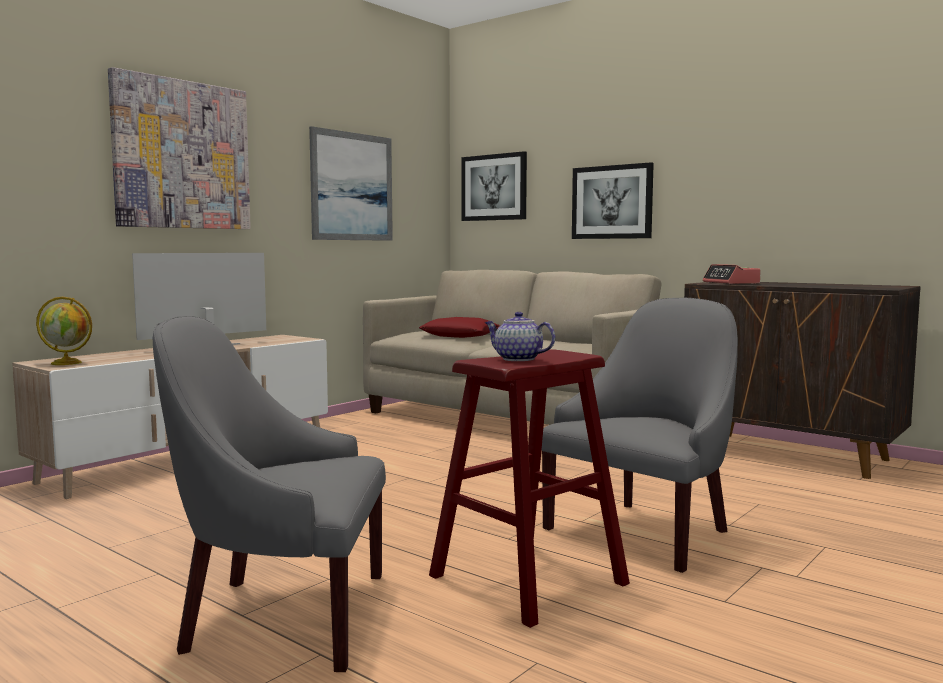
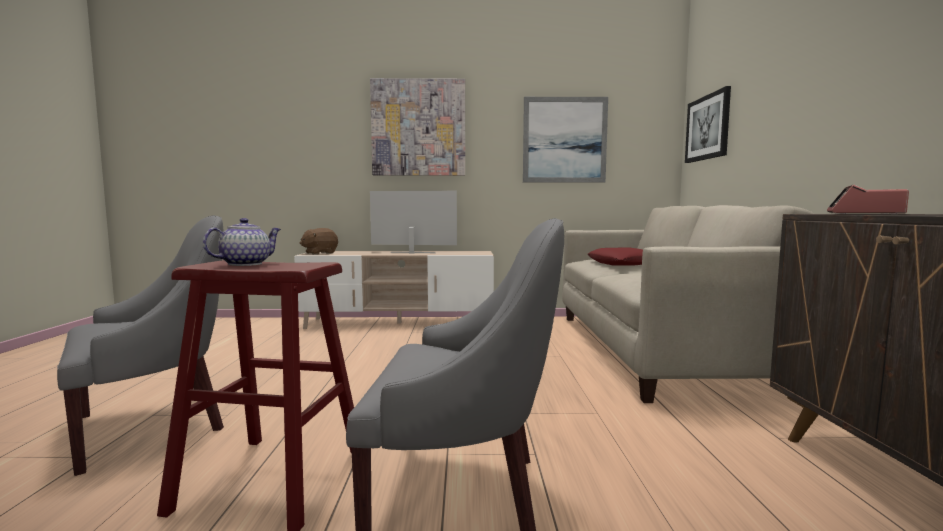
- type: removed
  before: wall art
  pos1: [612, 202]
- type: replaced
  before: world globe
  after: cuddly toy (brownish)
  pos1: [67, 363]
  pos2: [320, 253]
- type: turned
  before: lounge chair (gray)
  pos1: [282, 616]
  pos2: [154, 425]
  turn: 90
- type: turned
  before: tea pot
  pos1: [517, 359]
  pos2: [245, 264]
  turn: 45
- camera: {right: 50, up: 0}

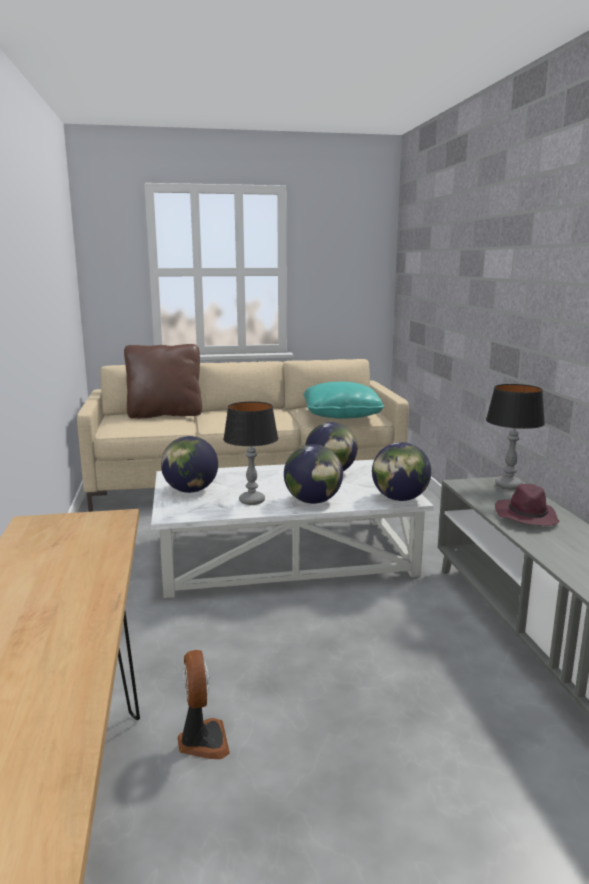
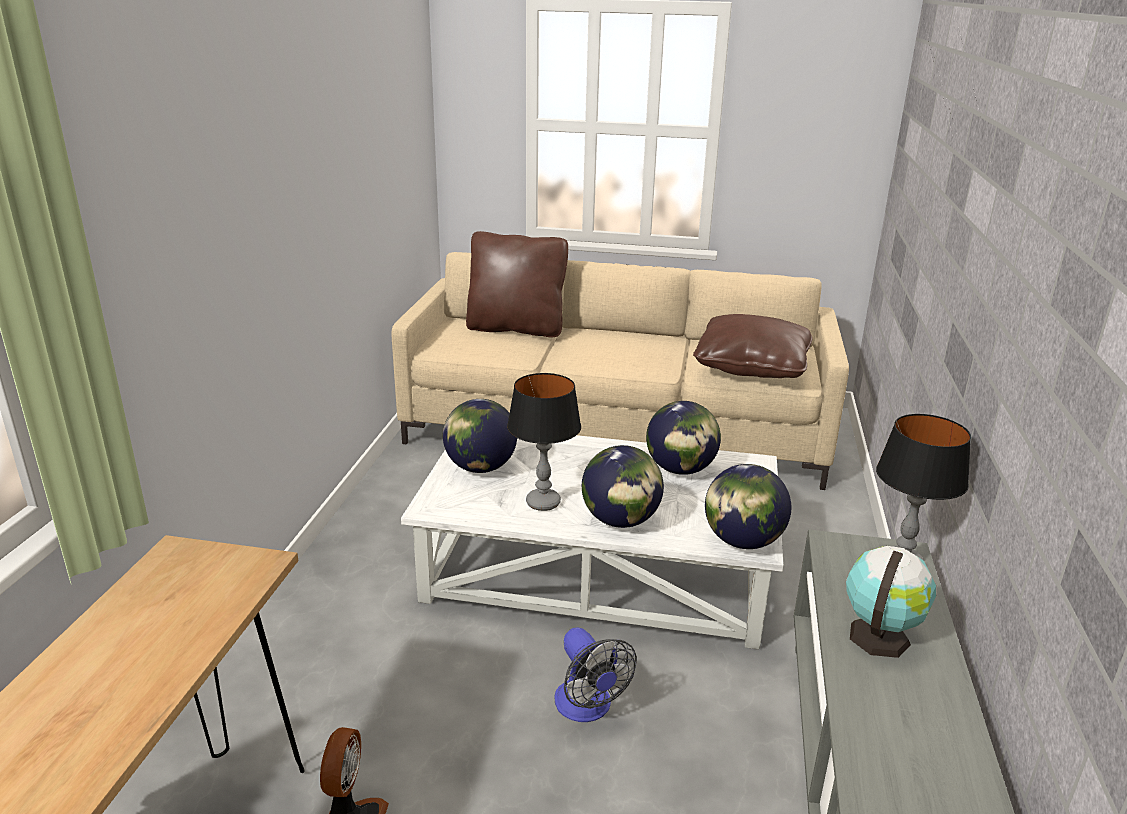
- type: added
  after: fan
  pos2: [588, 708]
- type: replaced
  before: clothing hat (purplish)
  after: world globe
  pos1: [526, 516]
  pos2: [879, 635]
- type: recoloured
  before: throw pillow (blue-green)
  after: throw pillow (brownish)
  pos1: [341, 415]
  pos2: [751, 366]
- camera: {right: 20, up: 10}

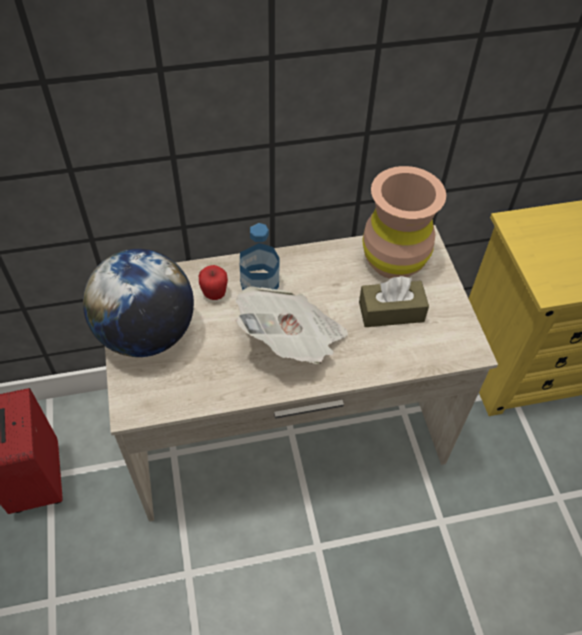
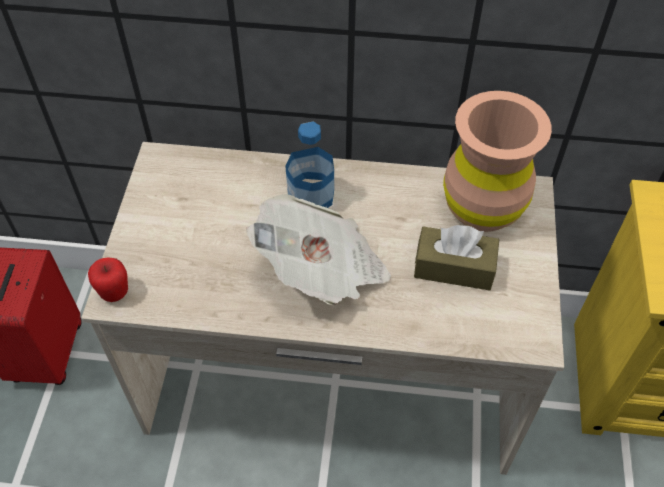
- type: removed
  before: world globe
  pos1: [147, 334]
- type: moved
  before: apple fruit
  pos1: [214, 294]
  pos2: [114, 292]
- camera: {right: 20, up: 0}

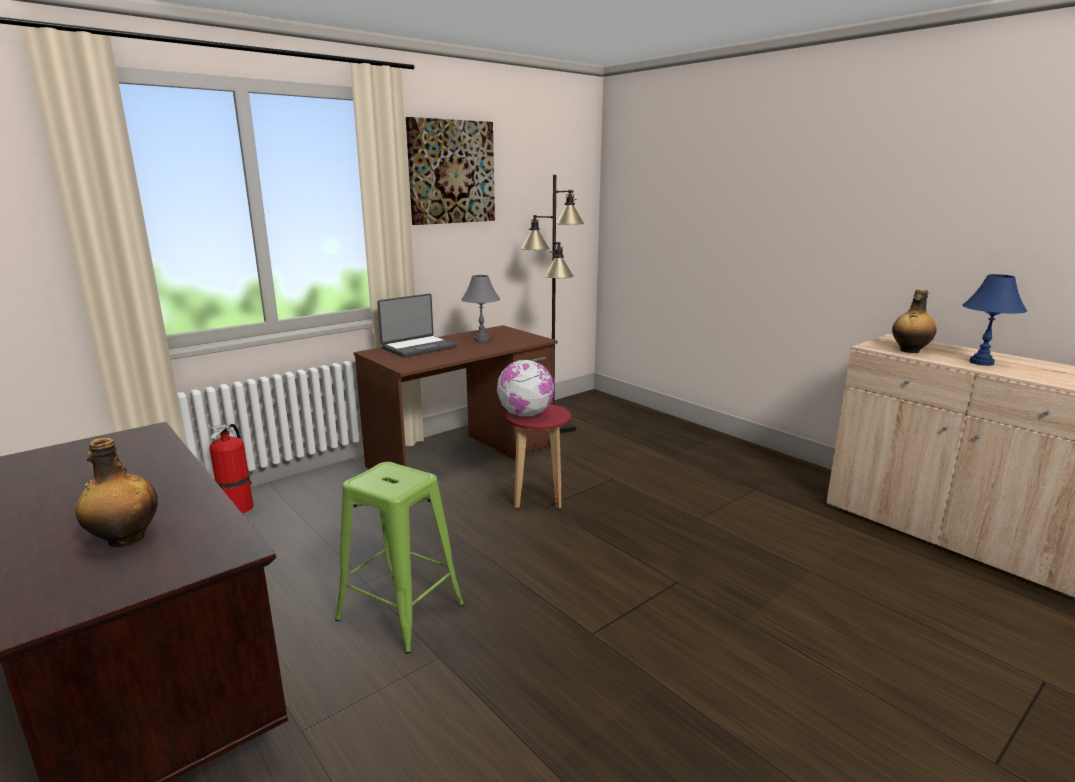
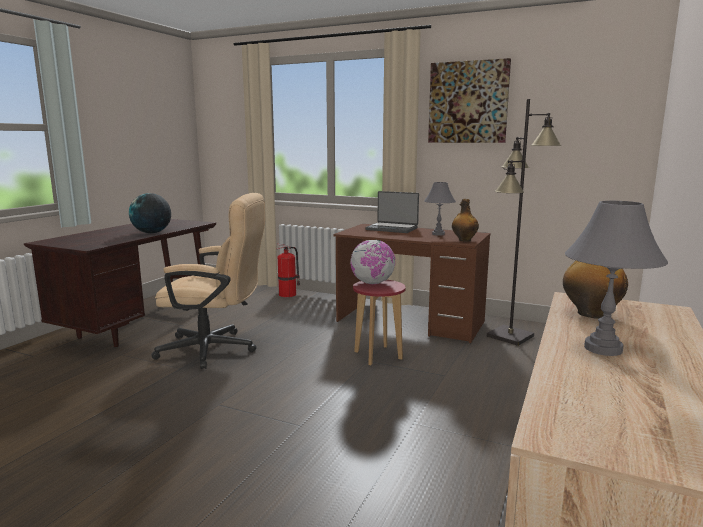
- type: added
  after: world globe
  pos2: [152, 233]
- type: moved
  before: beverage bottle
  pos1: [125, 539]
  pos2: [464, 240]
- type: replaced
  before: stool seat (greenish)
  after: desk chair (sand-coloured)
  pos1: [400, 611]
  pos2: [216, 350]
- type: recoloured
  before: tabletop lamp (blue-coloured)
  after: tabletop lamp (gray)
  pos1: [982, 362]
  pos2: [602, 349]
- camera: {right: 65, up: -5}

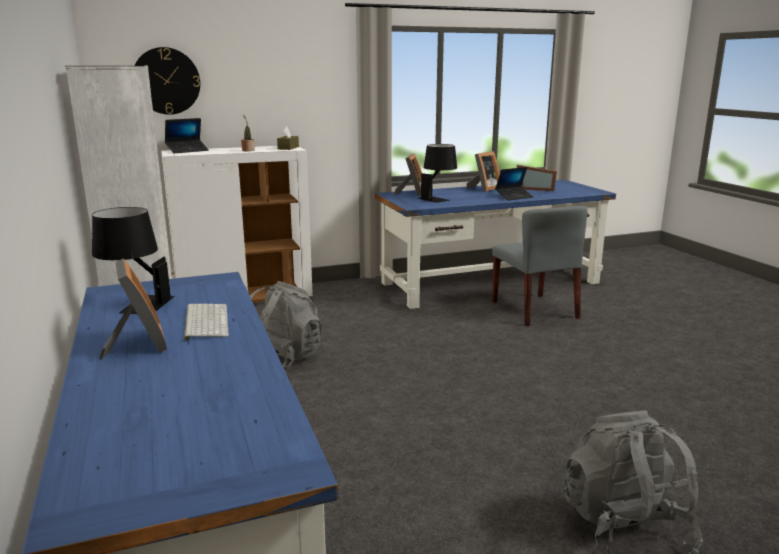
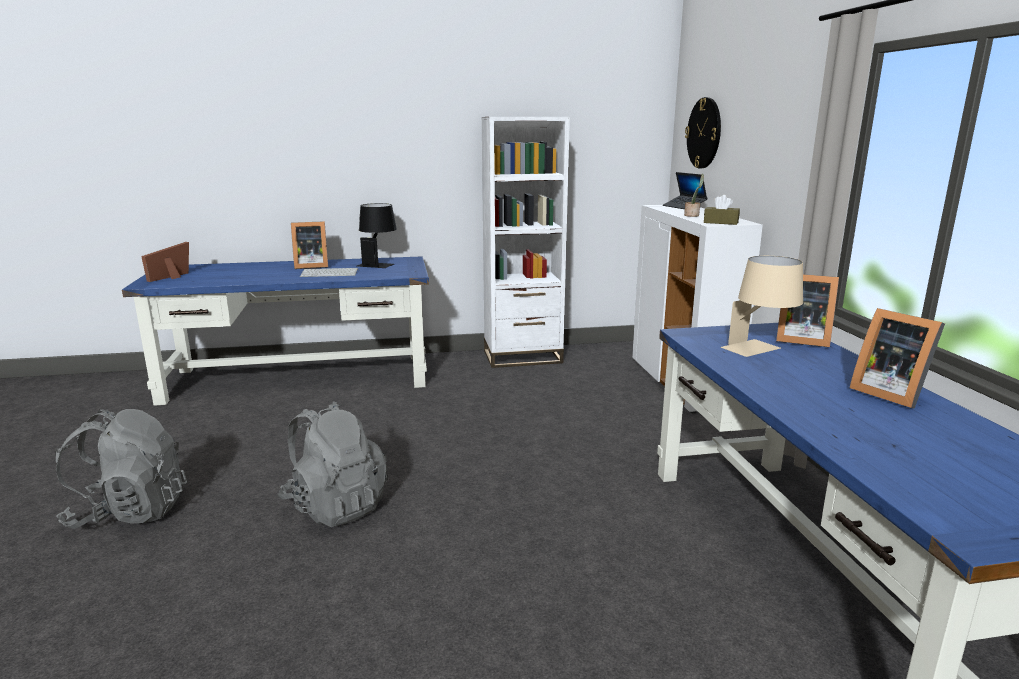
- type: removed
  before: plain chair (gray)
  pos1: [535, 310]
- type: removed
  before: notebook computer
  pos1: [514, 197]
- type: moved
  before: backpack (gray)
  pos1: [282, 360]
  pos2: [336, 506]
- type: moved
  before: standing frame
  pos1: [535, 189]
  pos2: [173, 277]
- type: recoloured
  before: tabletop lamp (black)
  after: tabletop lamp (sand-coloured)
  pos1: [437, 198]
  pos2: [760, 351]
- camera: {right: 100, up: 0}

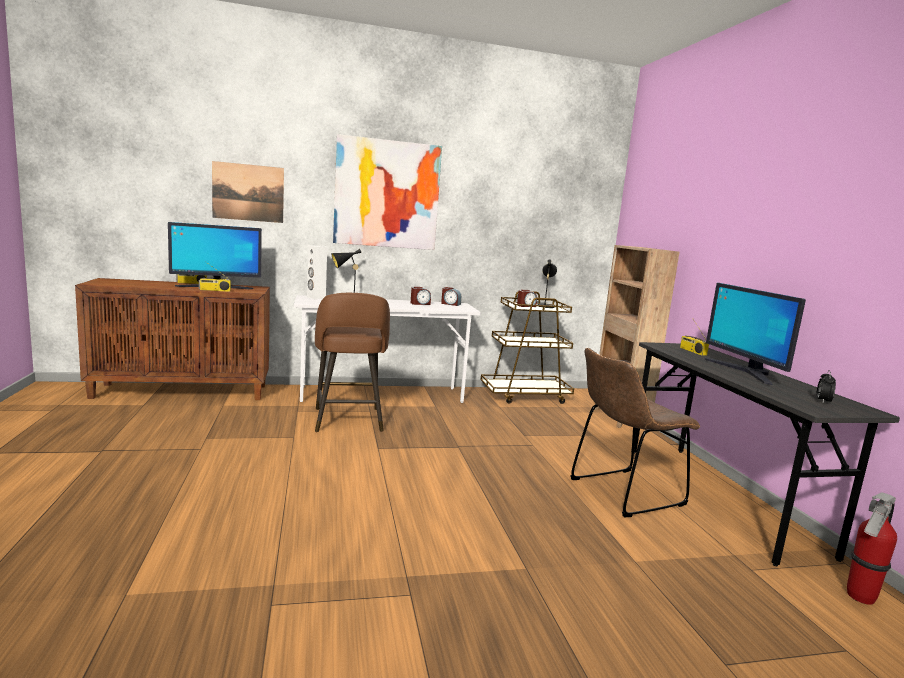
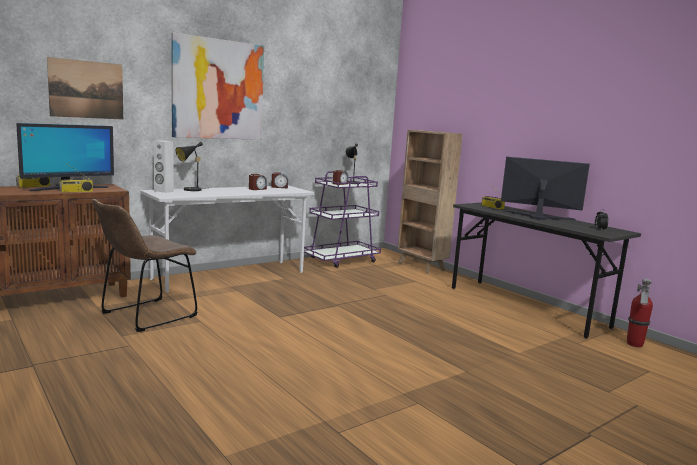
- type: removed
  before: stool seat (brownish)
  pos1: [348, 421]
- type: moved
  before: plain chair (brownish)
  pos1: [621, 493]
  pos2: [145, 316]
- type: recoloured
  before: trolley (brownish)
  after: trolley (purplish)
  pos1: [525, 395]
  pos2: [341, 260]
- type: turned
  before: monitor
  pos1: [745, 371]
  pos2: [539, 217]
  turn: 150
- camera: {right: -25, up: 0}

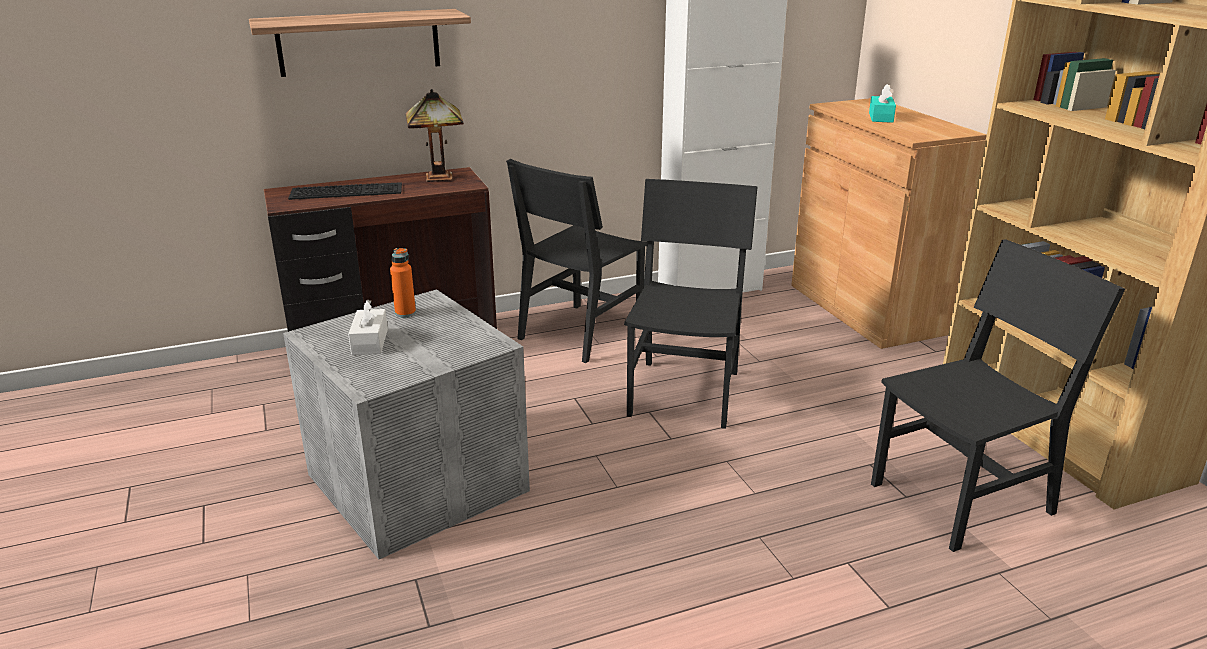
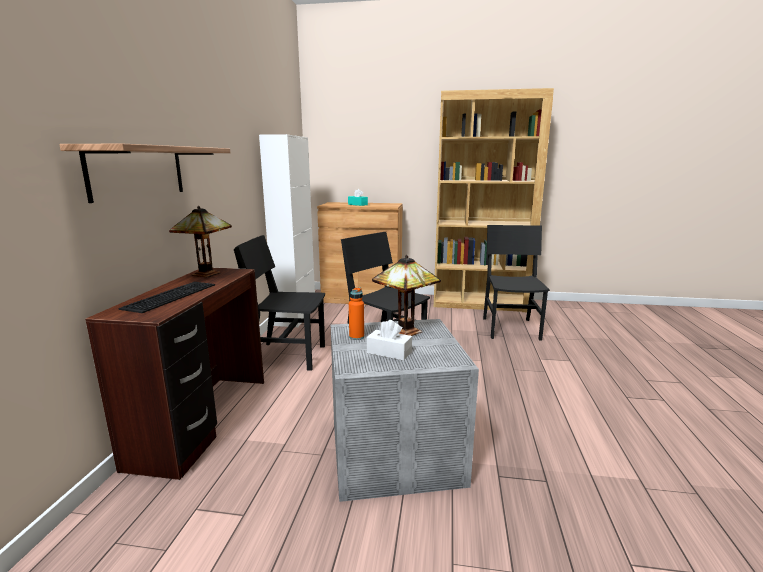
- type: added
  after: tabletop lamp
  pos2: [405, 332]
- type: turned
  before: plain chair (black)
  pos1: [580, 332]
  pos2: [287, 356]
  turn: 120
- camera: {right: -60, up: -10}

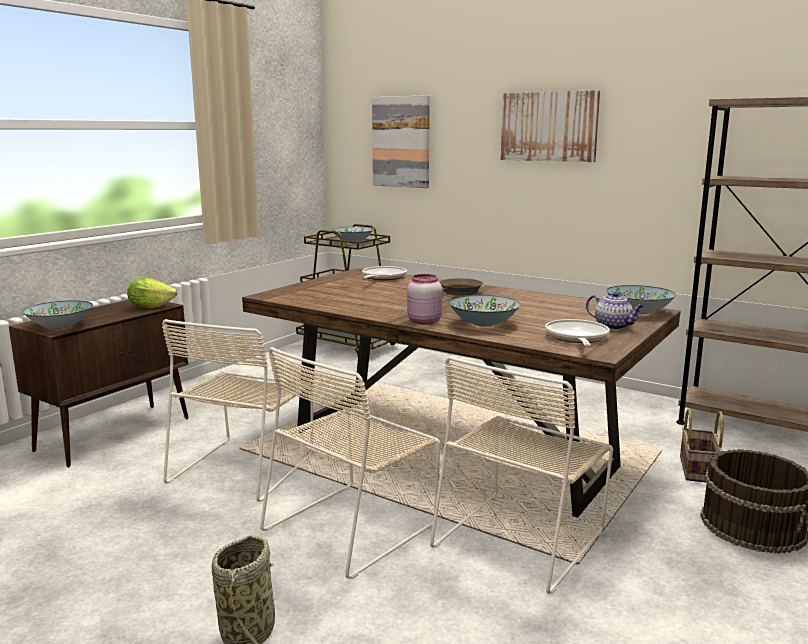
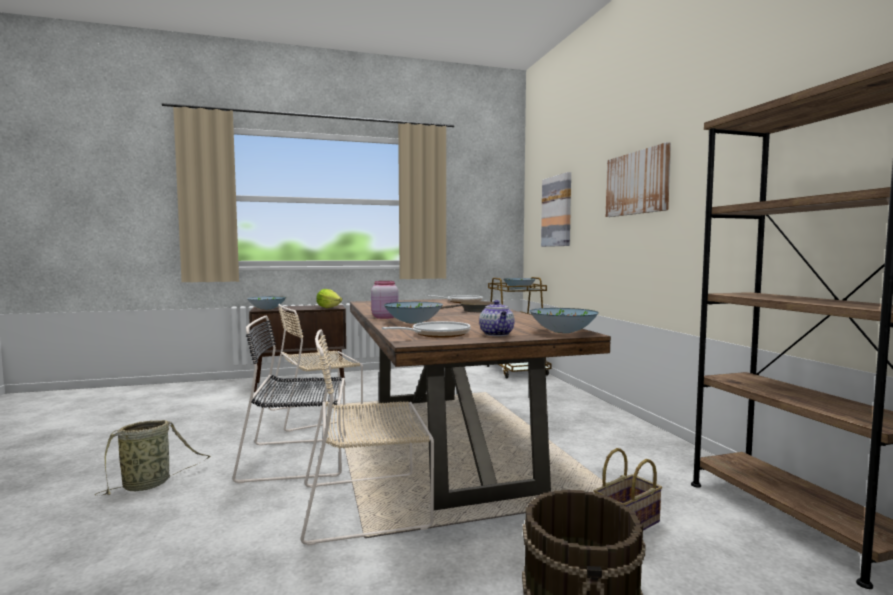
- type: recoloured
  before: plain chair (sand-coloured)
  after: plain chair (black)
  pos1: [354, 525]
  pos2: [299, 458]
- camera: {right: 40, up: -10}

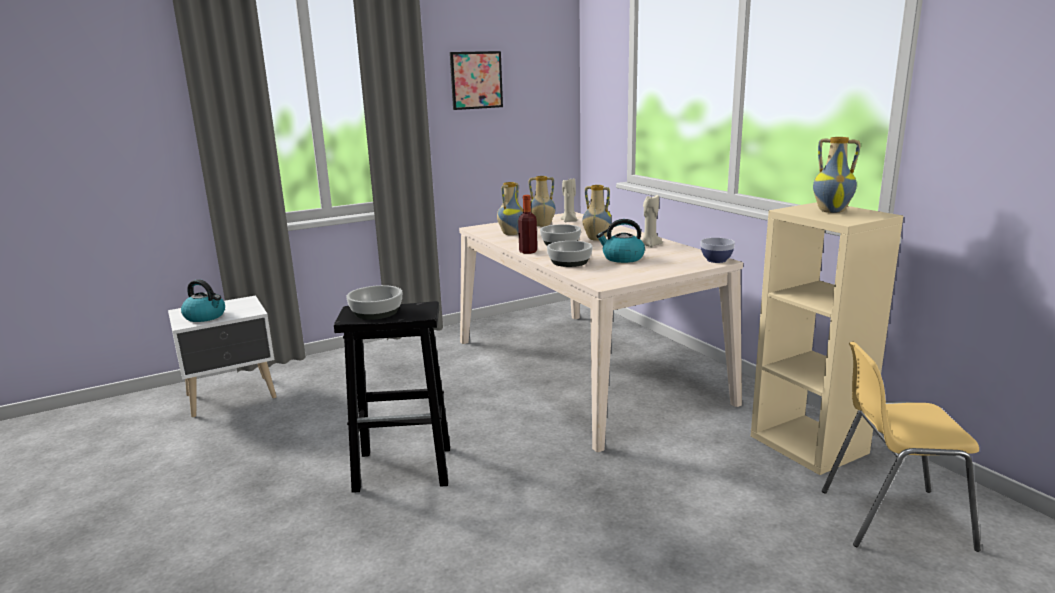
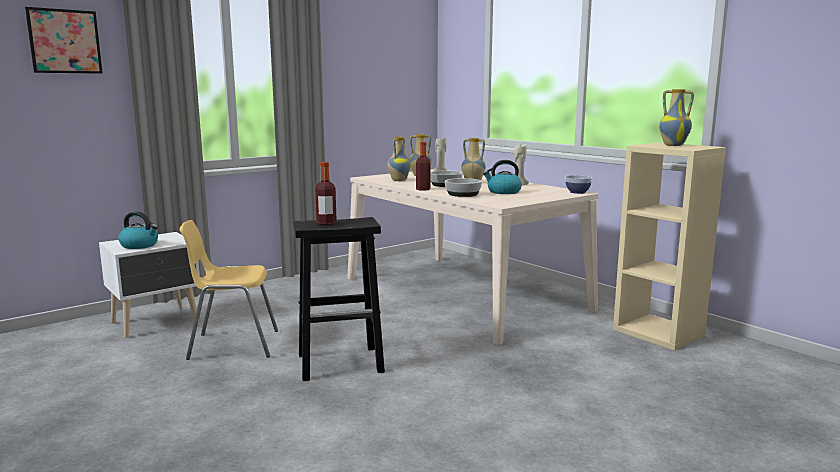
- type: moved
  before: wall art
  pos1: [476, 80]
  pos2: [64, 41]
- type: moved
  before: plain chair (yellow)
  pos1: [892, 518]
  pos2: [233, 345]
- type: replaced
  before: bowl
  after: beverage bottle
  pos1: [377, 312]
  pos2: [326, 223]
- camera: {right: -10, up: -5}

